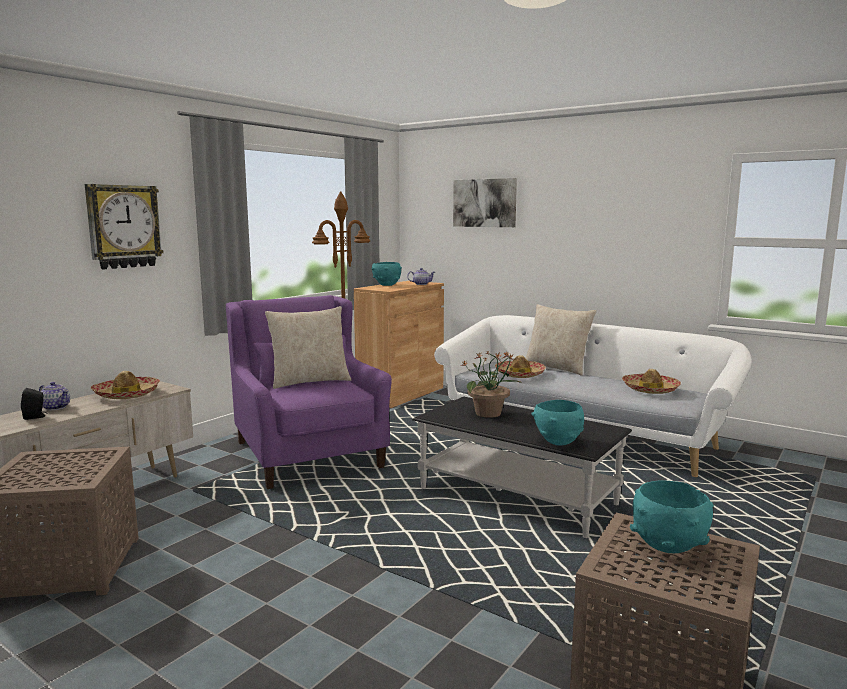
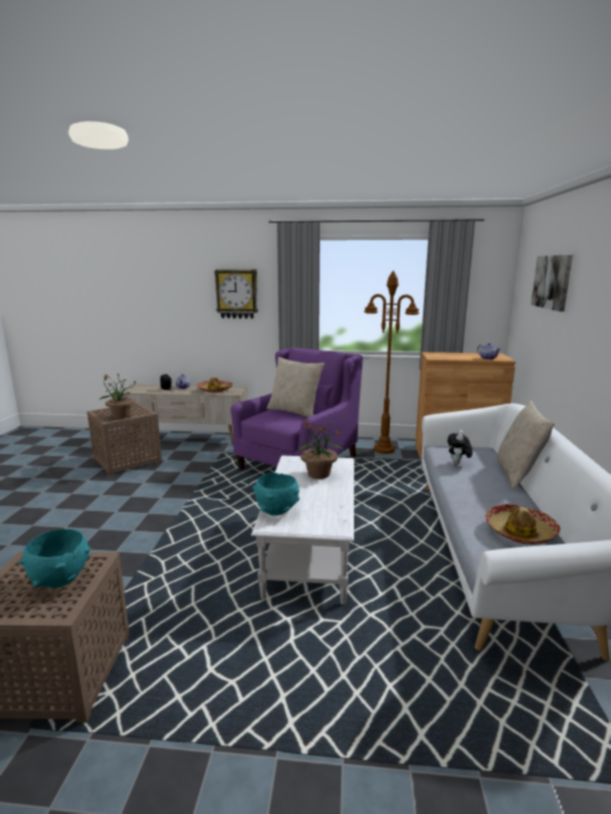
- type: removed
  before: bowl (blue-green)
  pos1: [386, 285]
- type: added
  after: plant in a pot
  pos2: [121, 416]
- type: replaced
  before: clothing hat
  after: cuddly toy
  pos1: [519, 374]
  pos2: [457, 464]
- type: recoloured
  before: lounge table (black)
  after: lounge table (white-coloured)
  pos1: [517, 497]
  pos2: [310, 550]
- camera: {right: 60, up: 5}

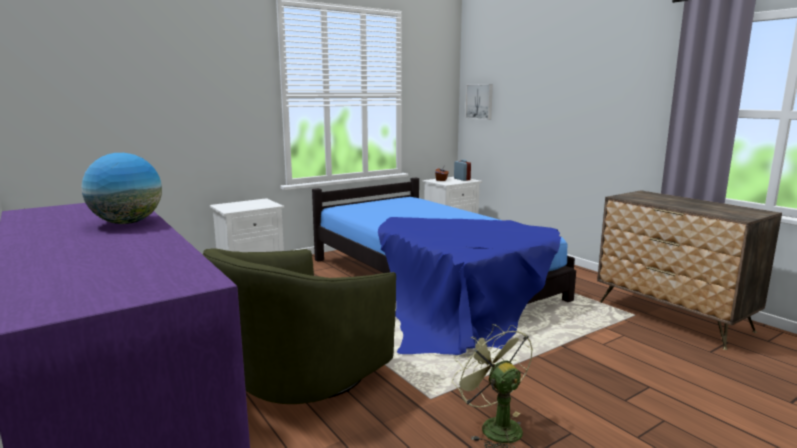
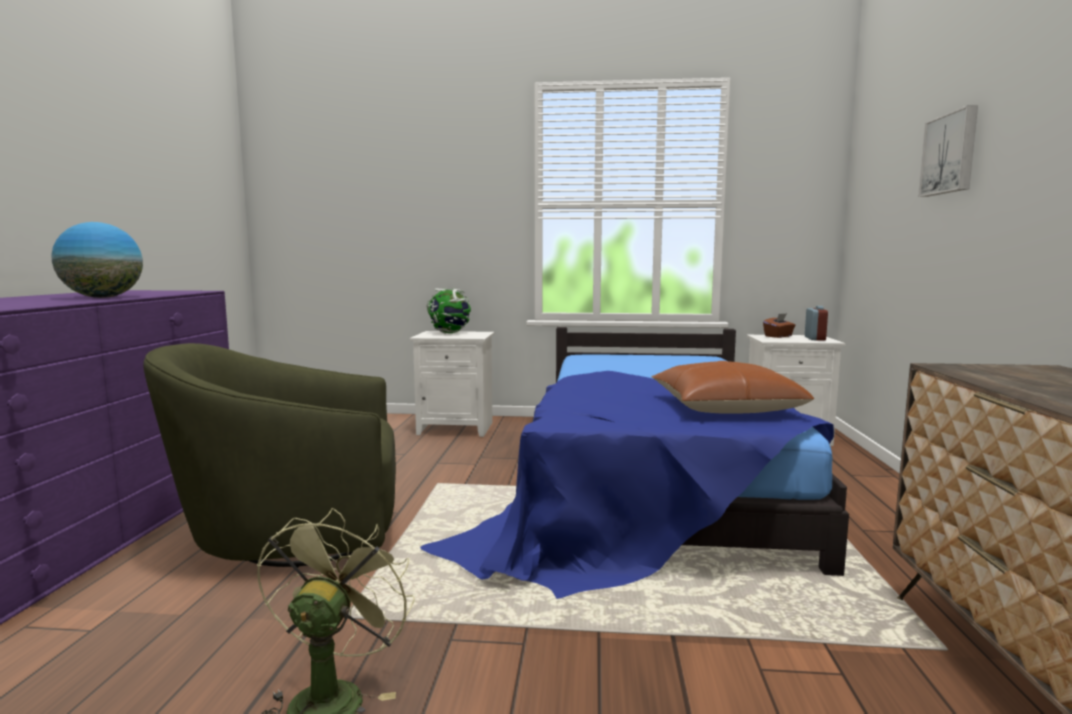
- type: added
  after: world globe
  pos2: [450, 333]
- type: added
  after: throw pillow (brownish)
  pos2: [725, 408]
- type: moved
  before: wall art
  pos1: [480, 101]
  pos2: [951, 154]
- camera: {right: 40, up: -5}

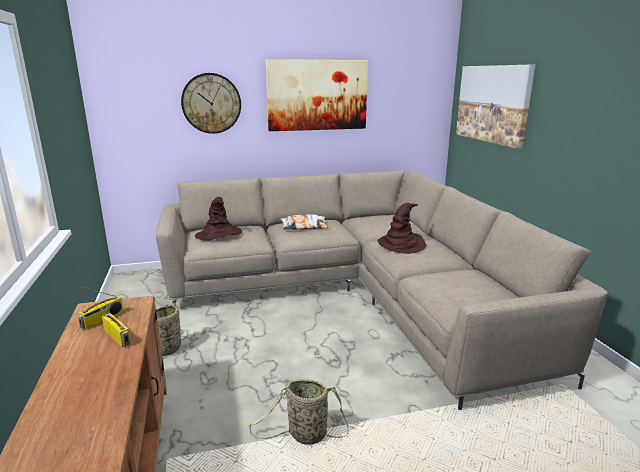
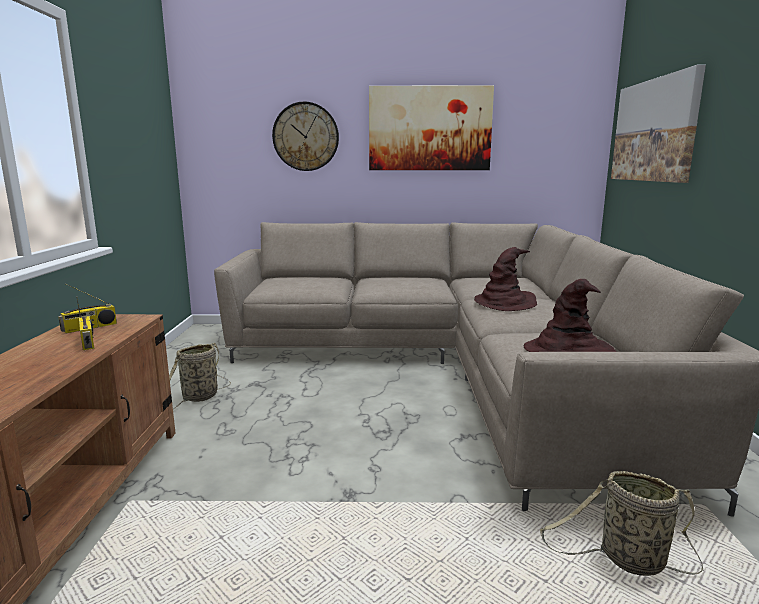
- type: removed
  before: throw pillow
  pos1: [304, 226]
- type: moved
  before: clothing hat (brownish)
  pos1: [219, 234]
  pos2: [568, 350]
- type: moved
  before: storage basket
  pos1: [304, 435]
  pos2: [627, 560]
- camera: {right: 15, up: -5}

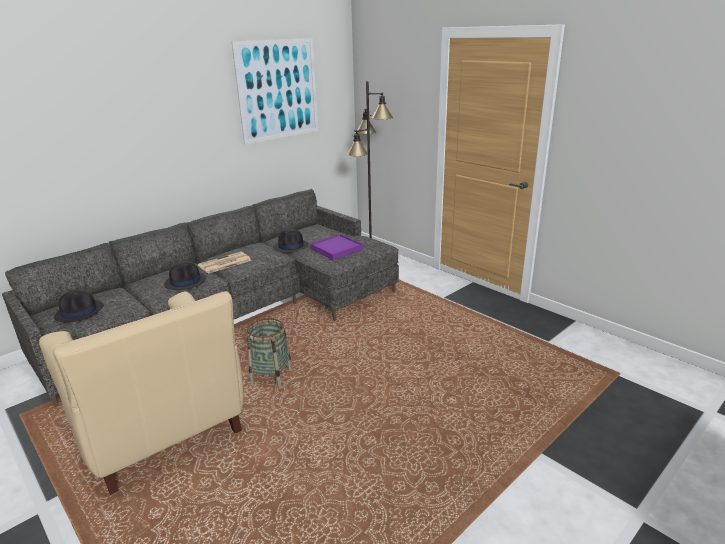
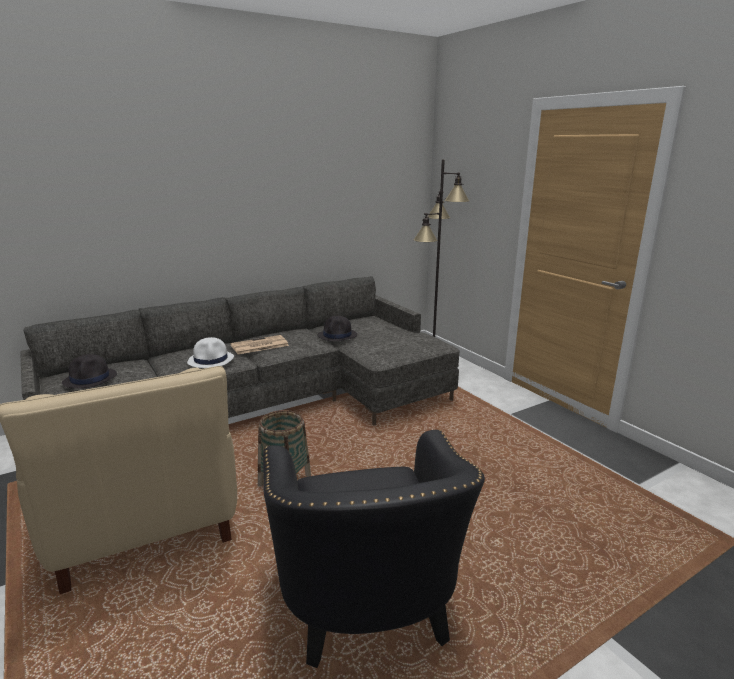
- type: removed
  before: wall art
  pos1: [278, 90]
- type: removed
  before: serving tray (purplish)
  pos1: [336, 249]
- type: added
  after: lounge chair (black)
  pos2: [368, 606]
- type: recoloured
  before: clothing hat (black)
  after: clothing hat (white-coloured)
  pos1: [186, 281]
  pos2: [211, 360]
- camera: {right: 10, up: -5}

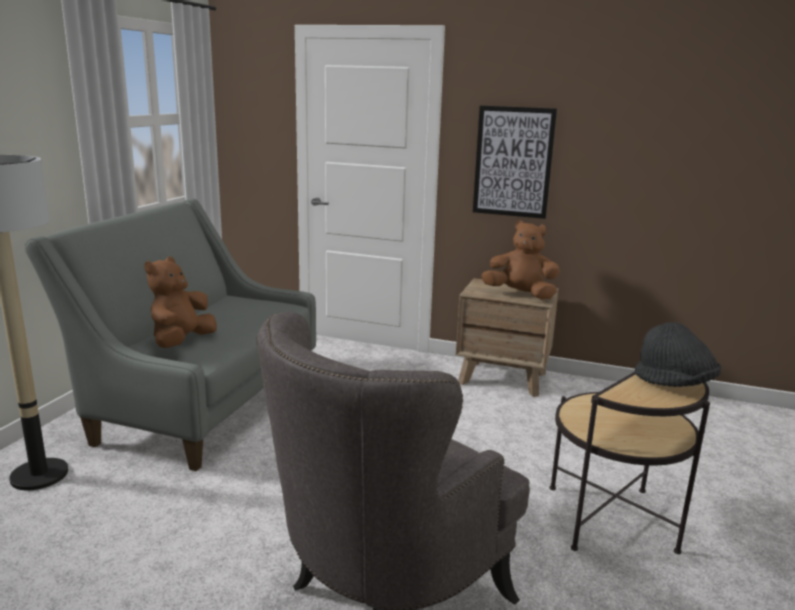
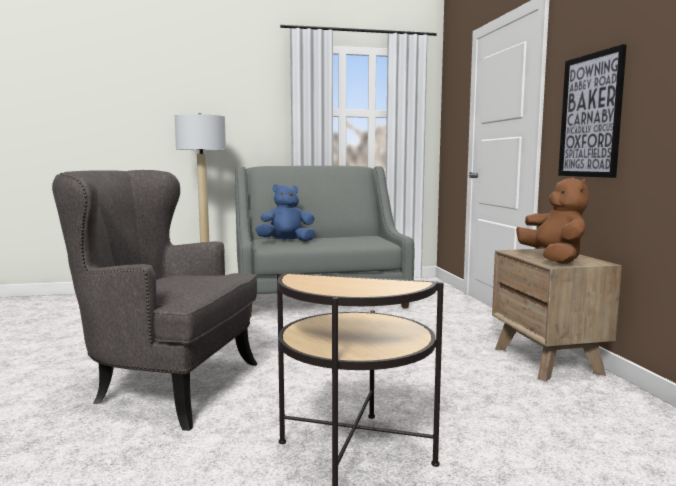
- type: removed
  before: clothing hat (black)
  pos1: [674, 384]
- type: recoloured
  before: cuddly toy (brownish)
  after: cuddly toy (blue-coloured)
  pos1: [182, 342]
  pos2: [286, 241]
- camera: {right: 60, up: -10}

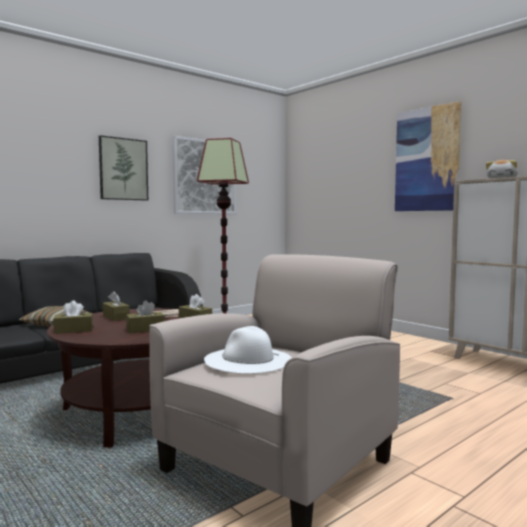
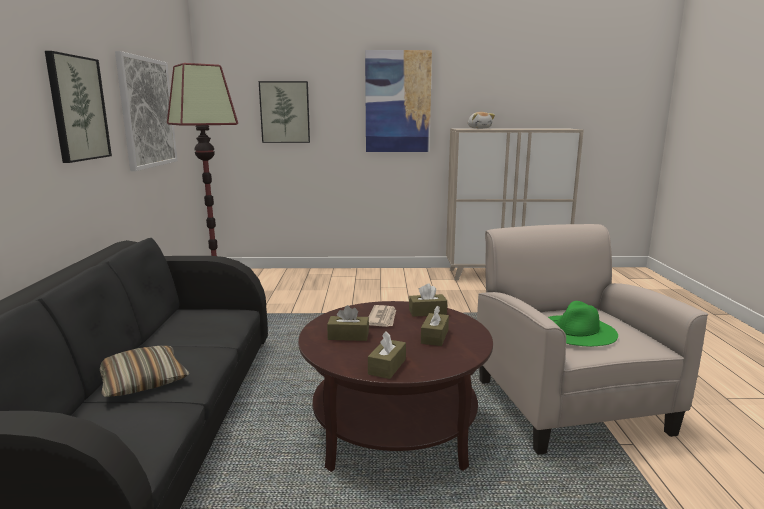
- type: added
  after: wall art
  pos2: [285, 112]
- type: recoloured
  before: clothing hat (white-coloured)
  after: clothing hat (greenish)
  pos1: [247, 359]
  pos2: [576, 330]
- camera: {right: -50, up: 10}

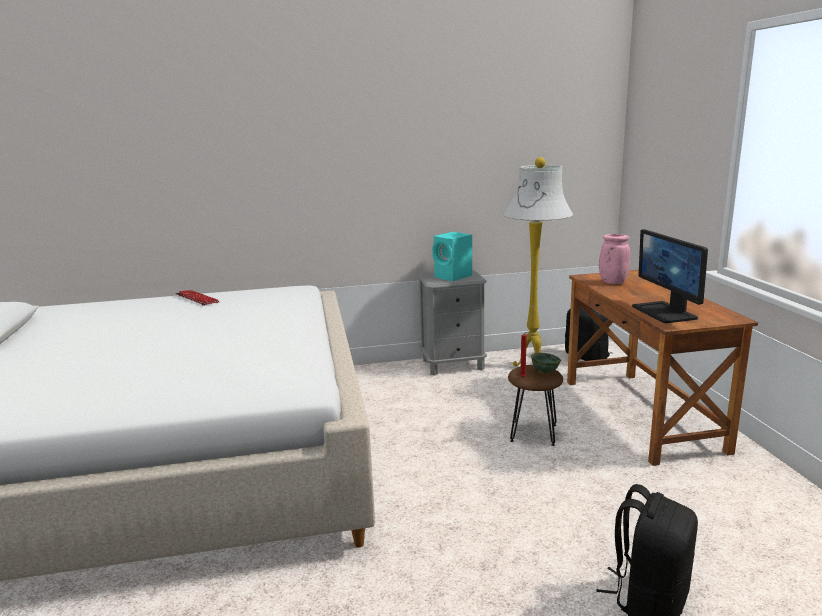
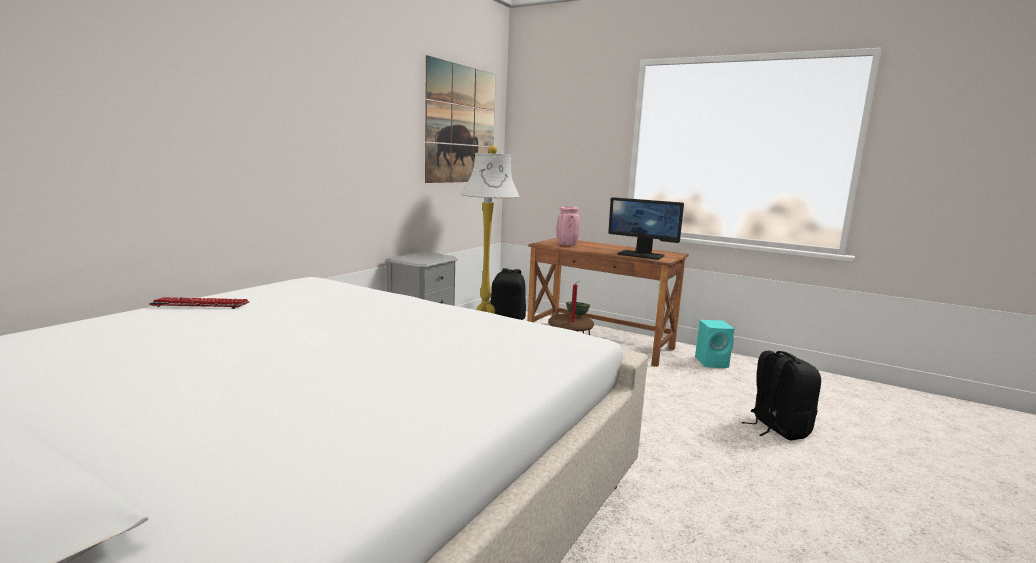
- type: added
  after: wall art
  pos2: [461, 125]
- type: moved
  before: loudspeaker (blue-green)
  pos1: [453, 277]
  pos2: [713, 362]
- camera: {right: -50, up: -5}

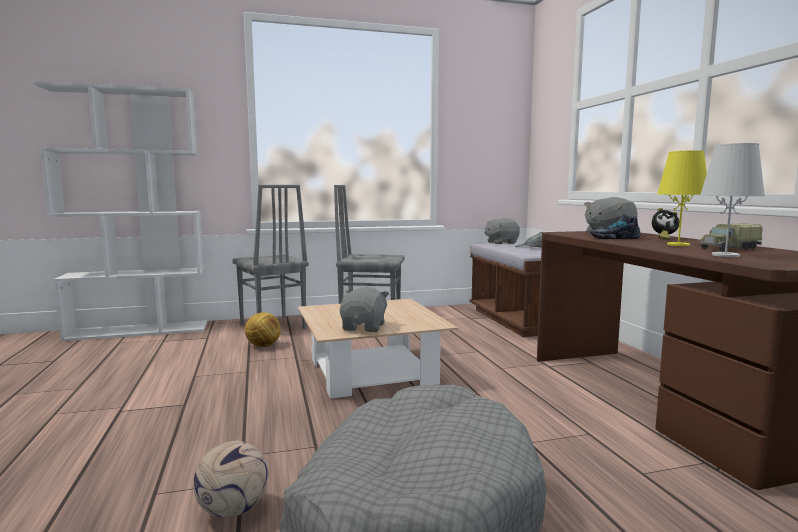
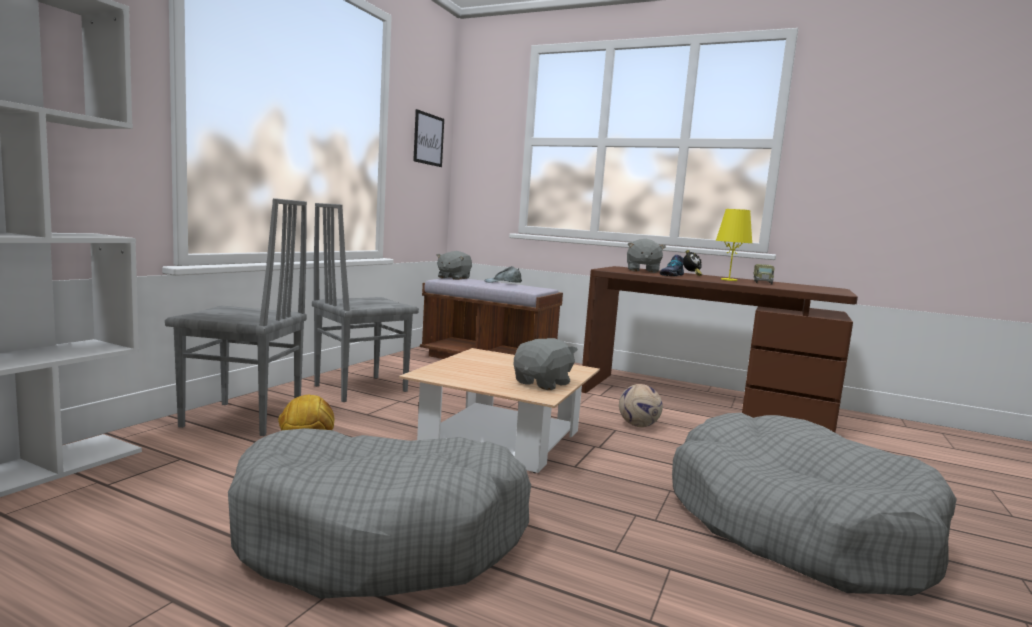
- type: removed
  before: tabletop lamp (white-coloured)
  pos1: [725, 255]
- type: added
  after: dog bed (gray)
  pos2: [382, 536]
- type: added
  after: wall art
  pos2: [428, 139]
- type: moved
  before: ball for football
  pos1: [232, 510]
  pos2: [638, 426]
- type: turned
  before: cuddly toy (gray)
  pos1: [364, 327]
  pos2: [543, 383]
  turn: 75
- camera: {right: -50, up: 0}

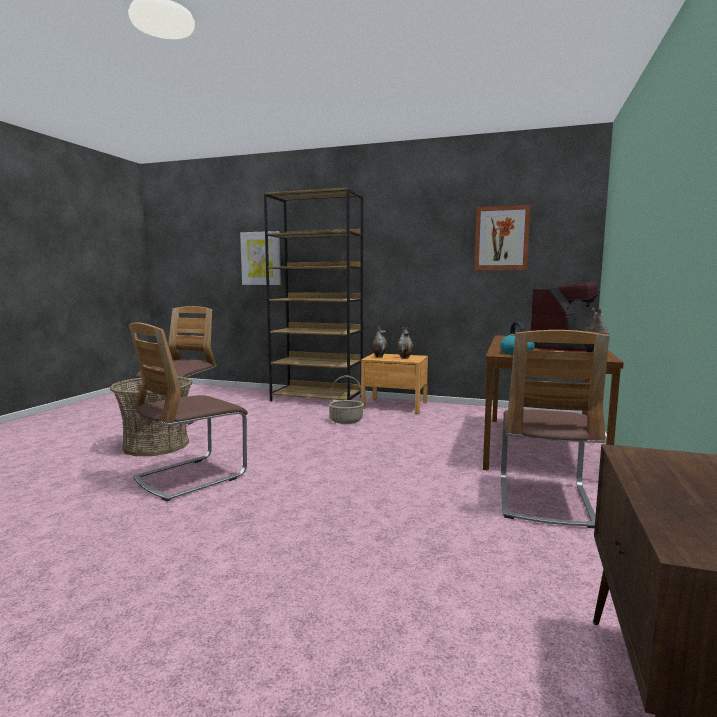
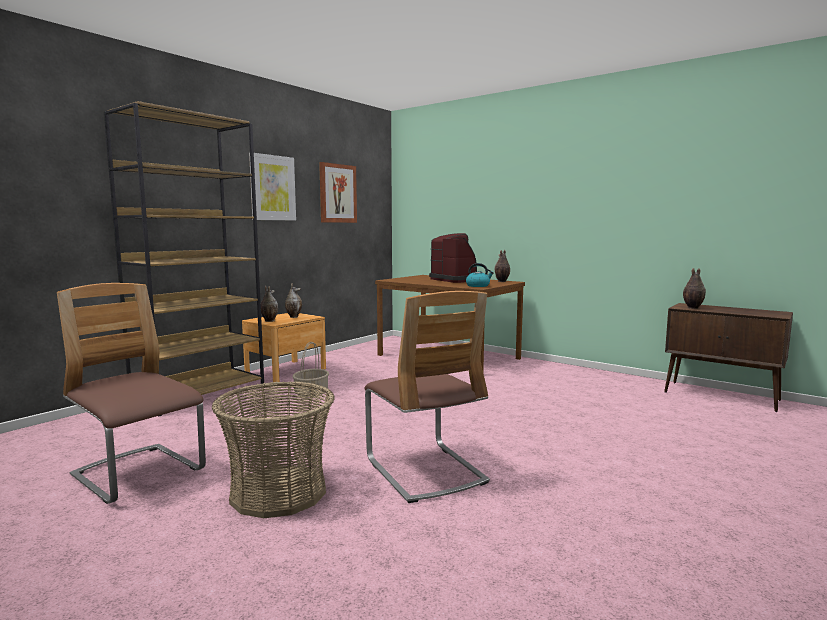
- type: removed
  before: plain chair
  pos1: [544, 501]
- type: added
  after: decorative vase
  pos2: [692, 308]
- type: moved
  before: wall art
  pos1: [261, 258]
  pos2: [272, 188]
- camera: {right: -70, up: 0}

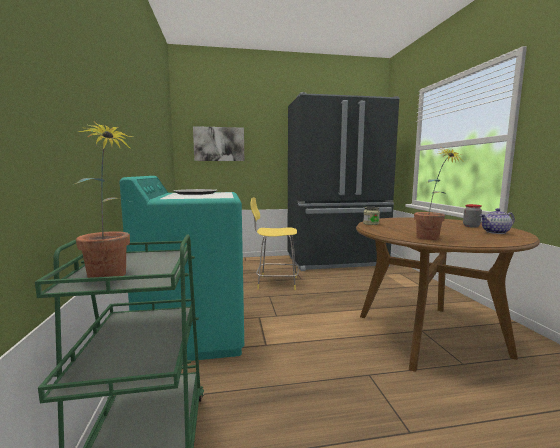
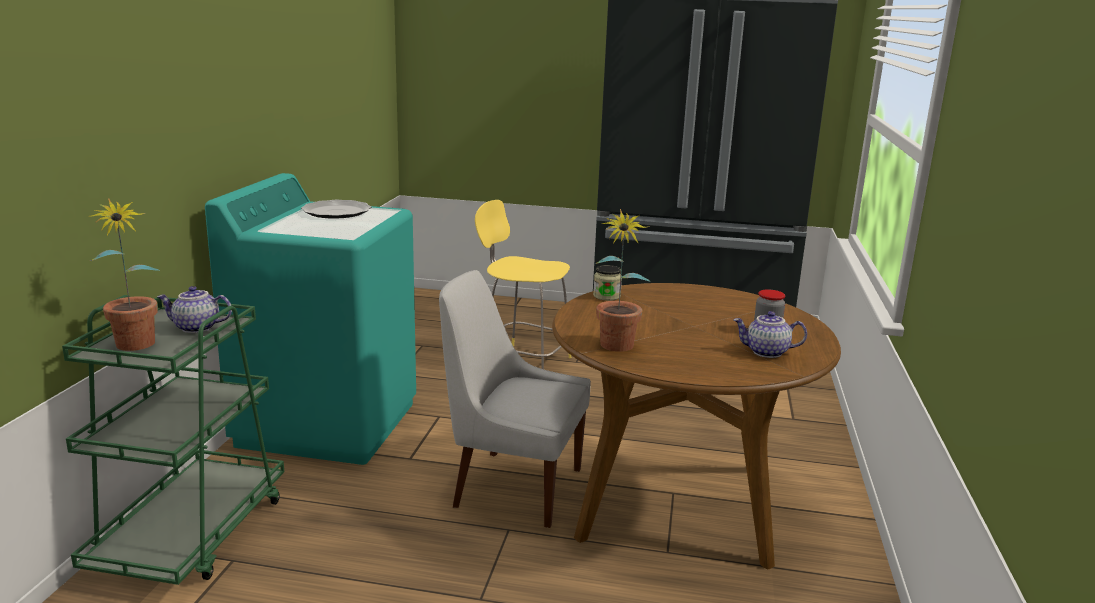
- type: removed
  before: wall art
  pos1: [219, 144]
- type: added
  after: tea pot
  pos2: [196, 328]
- type: added
  after: plain chair (white-coloured)
  pos2: [513, 487]
- camera: {right: 20, up: 10}

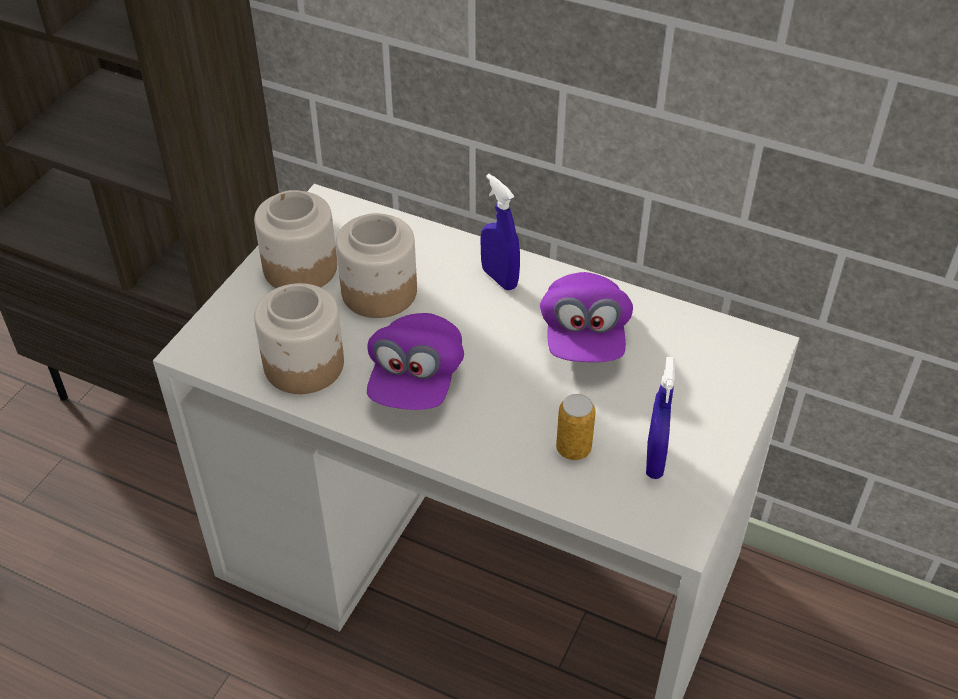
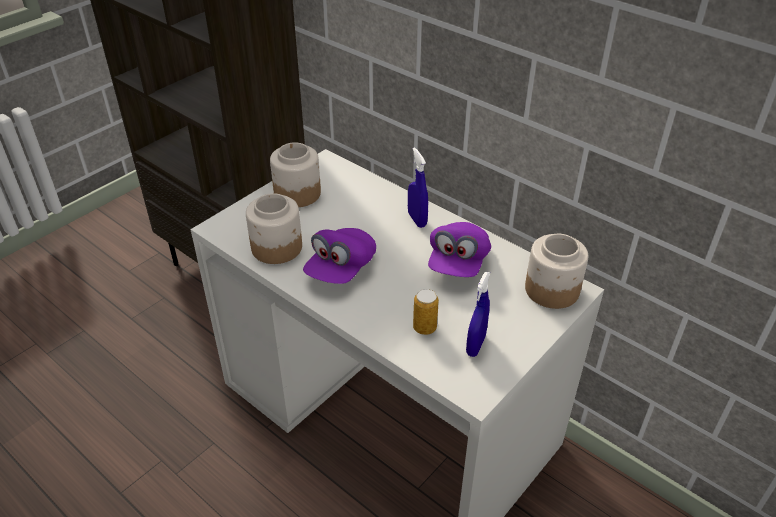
- type: moved
  before: preserve jar
  pos1: [378, 292]
  pos2: [551, 290]
- camera: {right: 15, up: -5}

